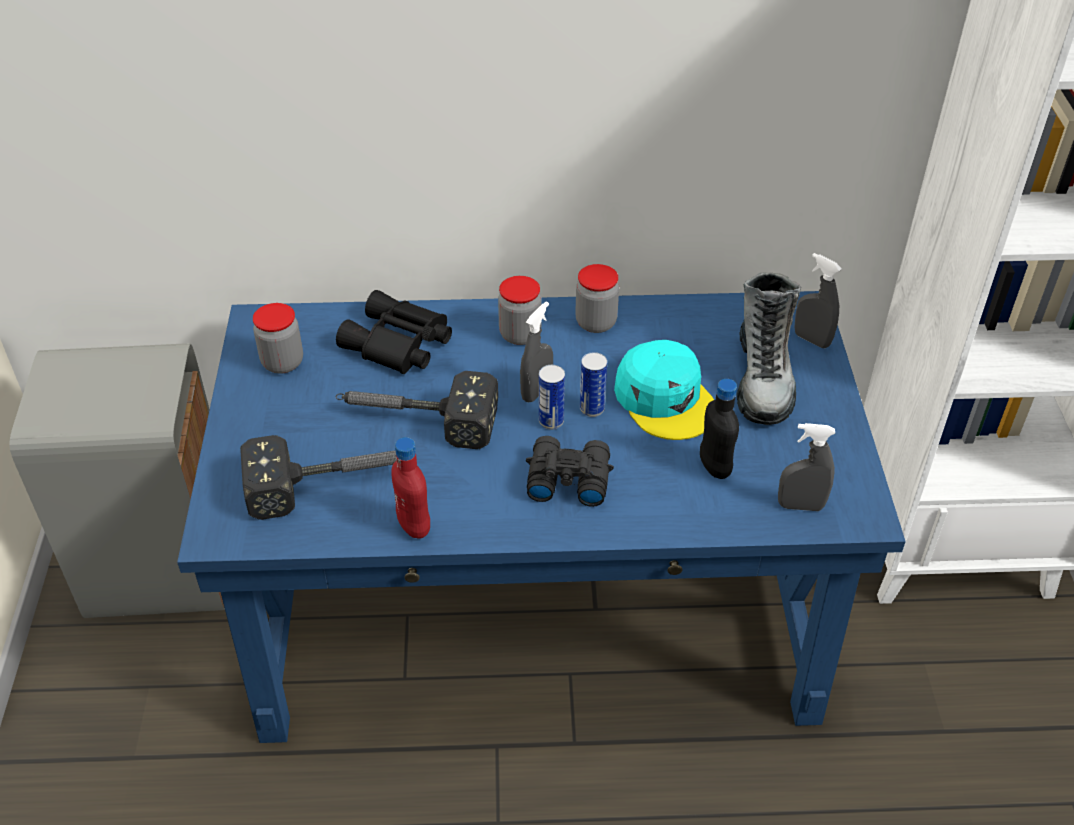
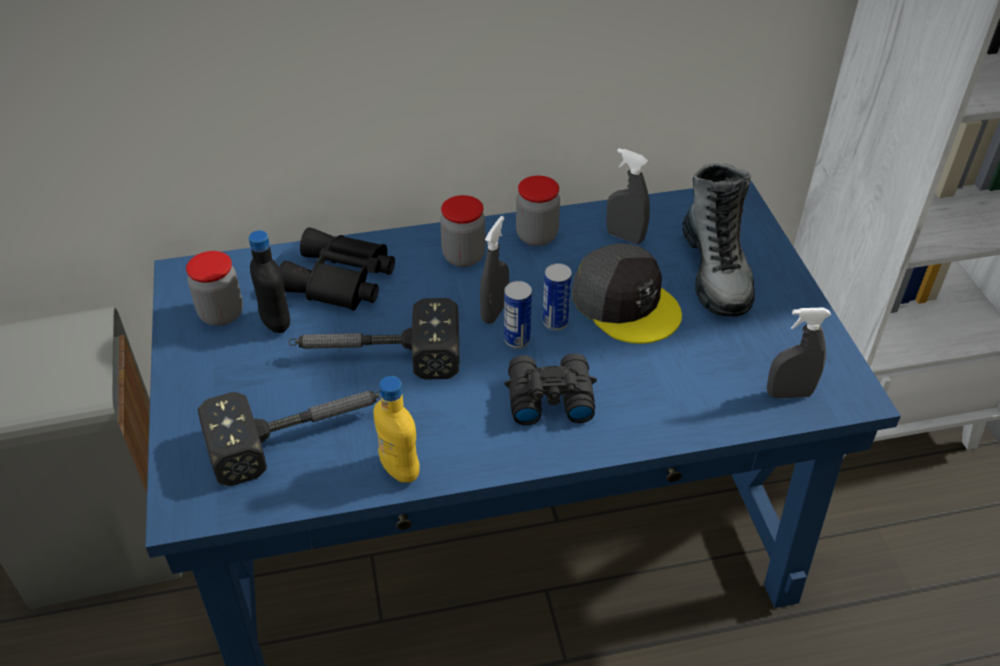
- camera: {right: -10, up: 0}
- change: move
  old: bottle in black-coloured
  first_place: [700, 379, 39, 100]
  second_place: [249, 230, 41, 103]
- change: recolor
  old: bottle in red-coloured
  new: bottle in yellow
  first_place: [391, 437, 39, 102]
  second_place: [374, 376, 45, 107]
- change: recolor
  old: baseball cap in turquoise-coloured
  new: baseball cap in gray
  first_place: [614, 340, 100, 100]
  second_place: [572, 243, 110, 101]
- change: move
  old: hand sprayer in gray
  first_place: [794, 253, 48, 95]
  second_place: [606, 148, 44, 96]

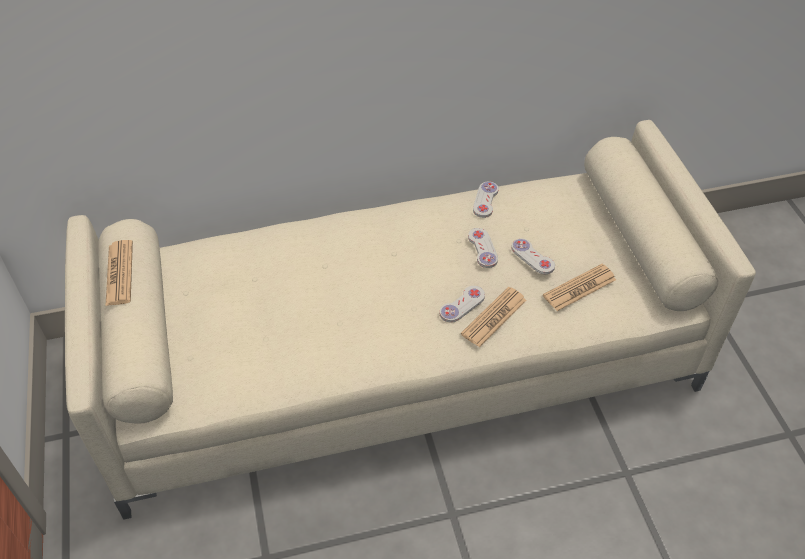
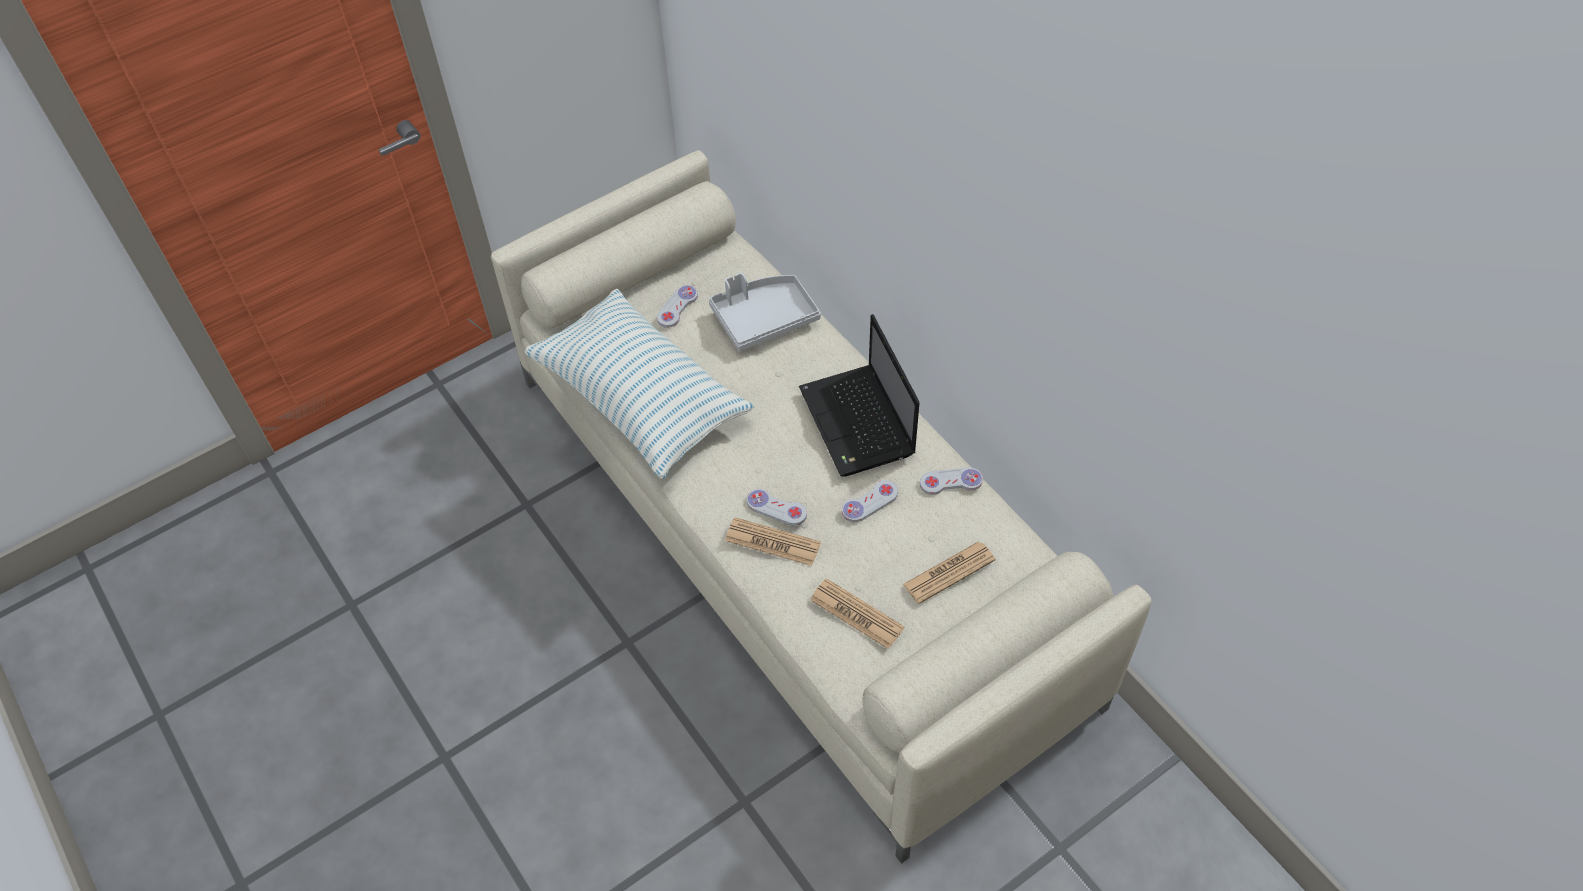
- camera: {right: 70, up: 5}
- change: insert
  new: throw pillow
  second_place: [524, 289, 230, 190]
- change: move
  old: joypad in white
  first_place: [511, 238, 44, 36]
  second_place: [657, 285, 41, 43]
- change: insert
  new: carrying tray in gray
  second_place: [709, 273, 112, 78]
- change: insert
  new: laptop
  second_place: [799, 314, 120, 163]
- change: move
  old: printed paper
  first_place: [105, 240, 28, 66]
  second_place: [903, 541, 92, 63]

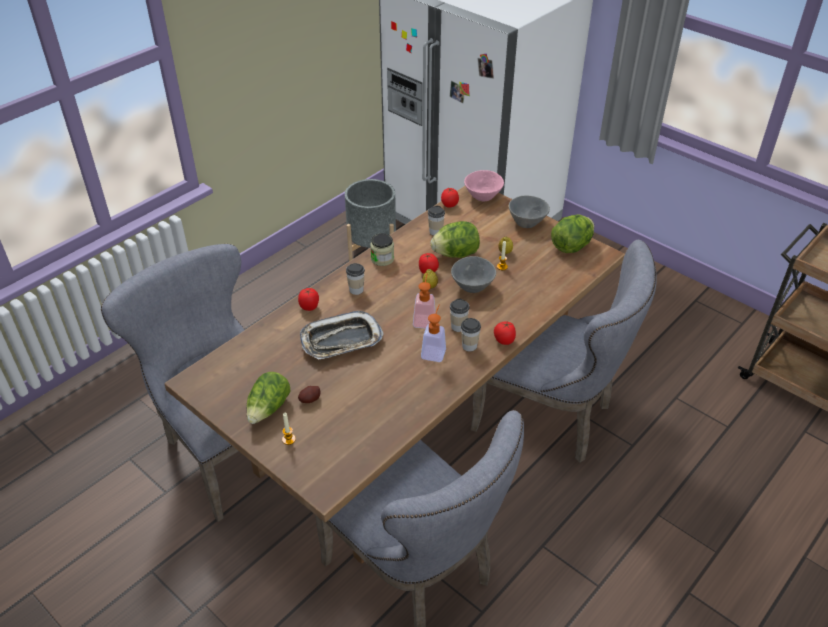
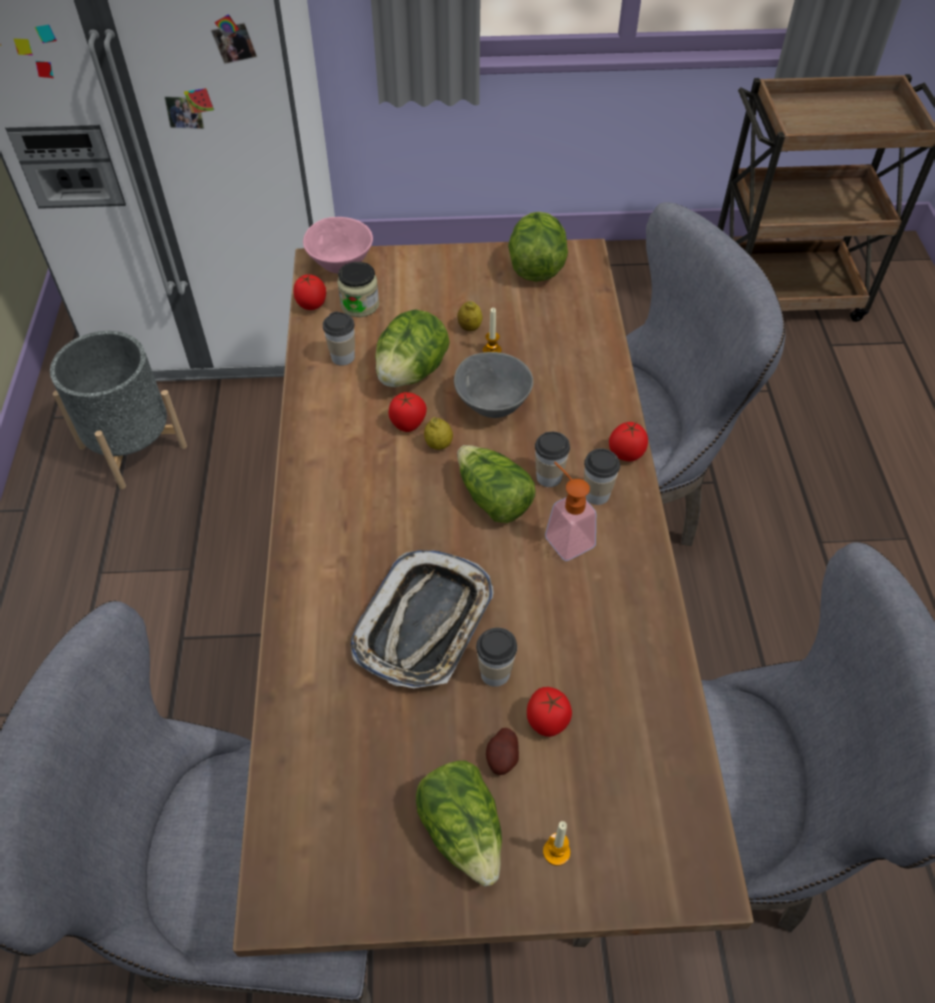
- camera: {right: -45, up: 10}
- change: move
  old: jar
  first_place: [370, 233, 24, 33]
  second_place: [337, 262, 42, 55]
- change: replace
  old: liquid soap bottle
  new: lettuce head
  first_place: [413, 274, 22, 54]
  second_place: [457, 445, 78, 78]
- change: move
  old: cup
  first_place: [346, 263, 19, 32]
  second_place: [476, 628, 41, 59]
- change: move
  old: whole tomato
  first_place: [298, 288, 21, 23]
  second_place: [527, 687, 45, 50]
- change: delete
  old: serving bowl in gray
  first_place: [509, 196, 41, 32]

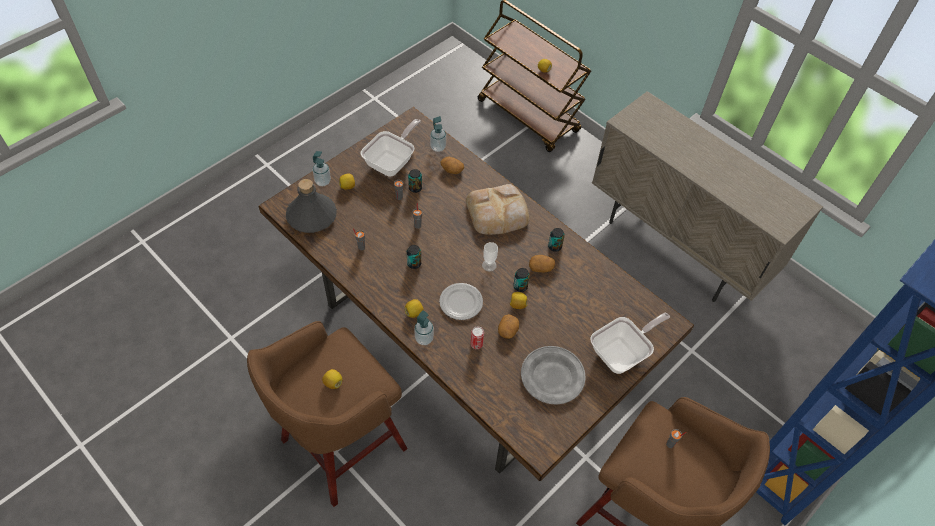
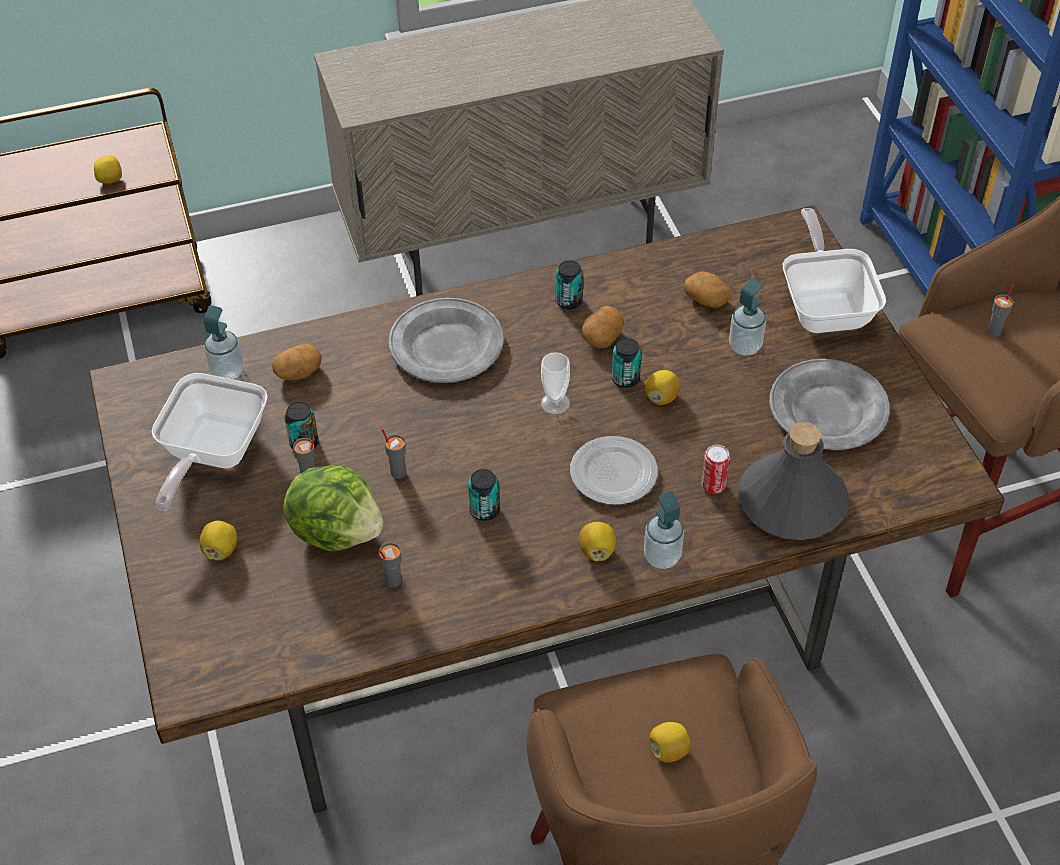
- camera: {right: -60, up: -5}
- change: rotate
  old: frying pan
  first_place: [361, 119, 60, 58]
  second_place: [152, 373, 116, 138]
  degrees: -135
- change: insert
  new: lettuce head
  second_place: [283, 465, 100, 86]
- change: replace
  old: baked bread
  new: dinner plate in gray
  first_place: [466, 184, 63, 51]
  second_place: [389, 298, 115, 85]
- change: move
  old: spud
  first_place: [498, 314, 21, 25]
  second_place: [684, 272, 48, 36]
- change: move
  old: liquid soap bottle
  first_place: [313, 151, 18, 35]
  second_place: [729, 279, 37, 76]
- change: move
  old: bottle in gray
  first_place: [286, 179, 51, 54]
  second_place: [738, 422, 111, 118]

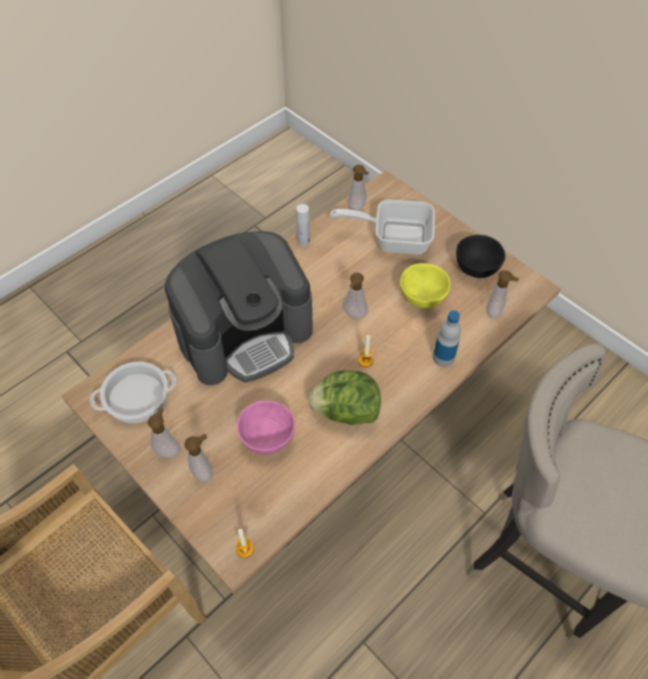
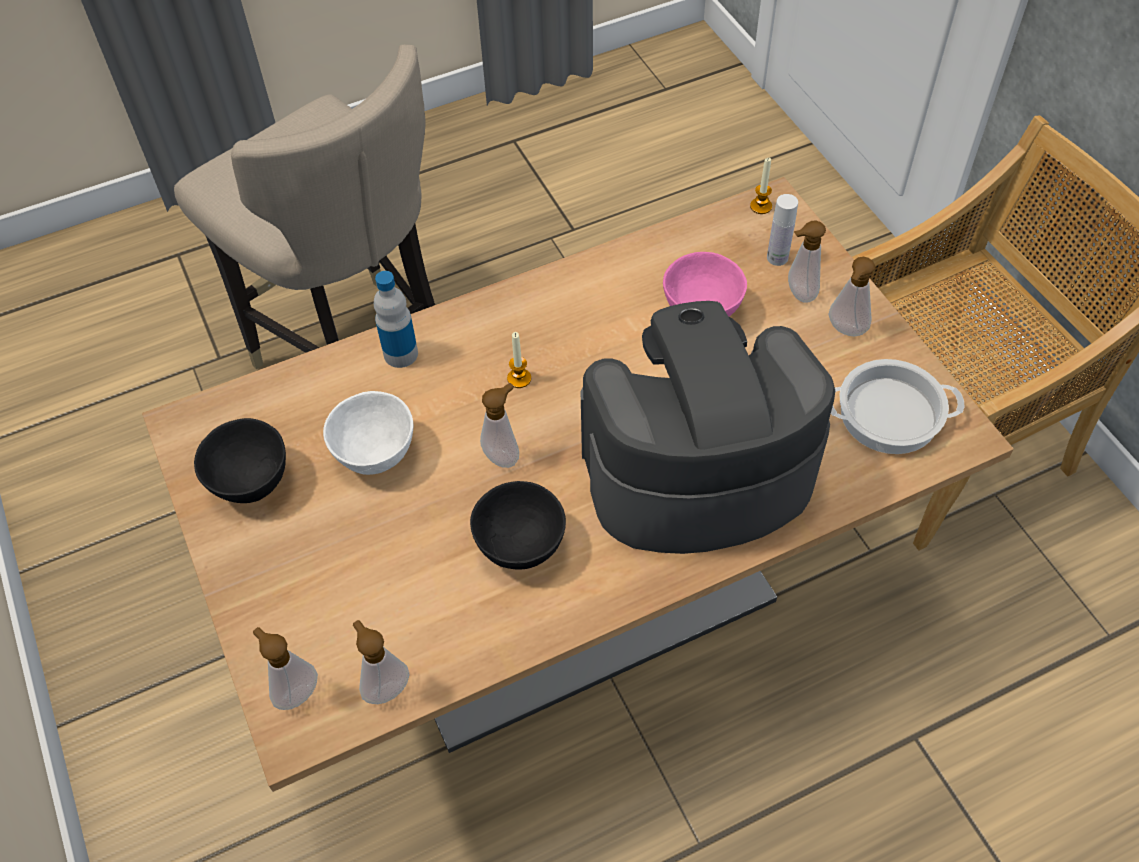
- camera: {right: -160, up: 0}
- change: move
  old: liquid soap bottle
  first_place: [486, 270, 33, 48]
  second_place: [253, 627, 65, 83]
- change: recolor
  old: serving bowl in yellow
  new: serving bowl in white
  first_place: [400, 263, 51, 46]
  second_place: [323, 391, 90, 84]
- change: insert
  new: serving bowl in black-coloured
  second_place: [470, 481, 96, 89]
- change: move
  old: bottle in white
  first_place: [296, 204, 14, 42]
  second_place: [767, 194, 31, 72]
- change: delete
  old: lettuce head
  first_place: [309, 370, 72, 55]
- change: delete
  old: frying pan
  first_place: [330, 200, 105, 54]

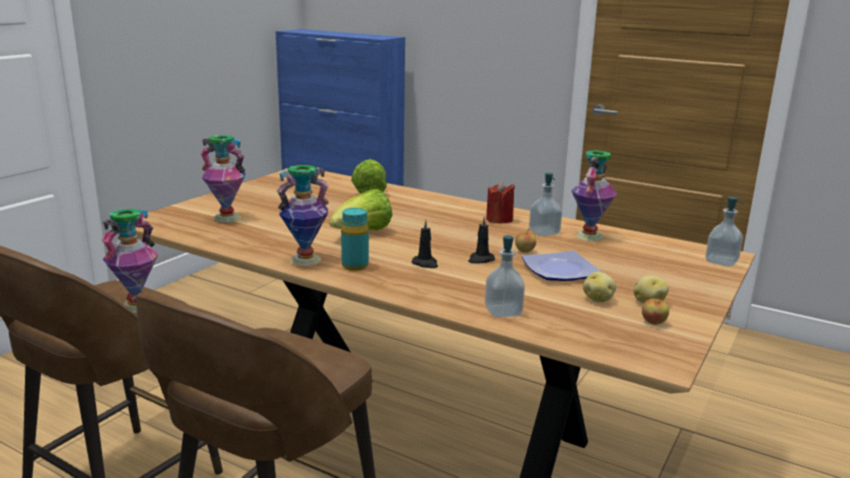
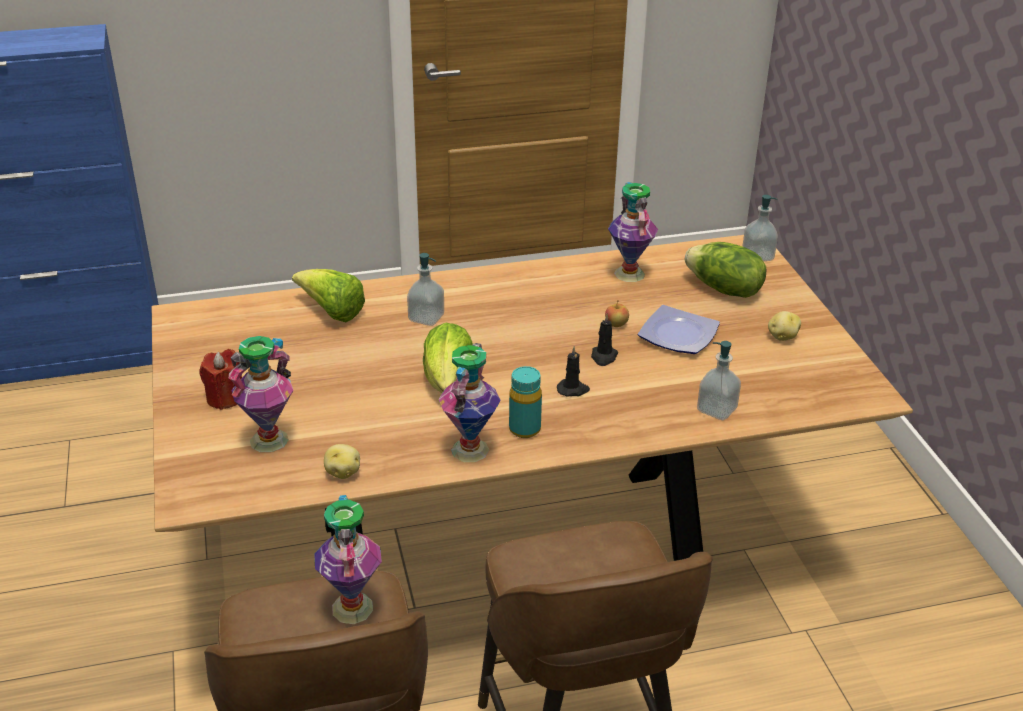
- camera: {right: -45, up: 15}
- change: move
  old: wax light in red-coloured
  first_place: [486, 181, 29, 43]
  second_place: [200, 349, 42, 61]
- change: move
  old: spud
  first_place: [583, 272, 33, 30]
  second_place: [324, 444, 36, 35]
- change: move
  old: liquid soap bottle
  first_place: [529, 173, 33, 63]
  second_place: [407, 253, 37, 73]
- change: insert
  new: lettuce head
  second_place: [685, 242, 81, 56]
- change: delete
  old: whole apple
  first_place: [642, 297, 27, 28]

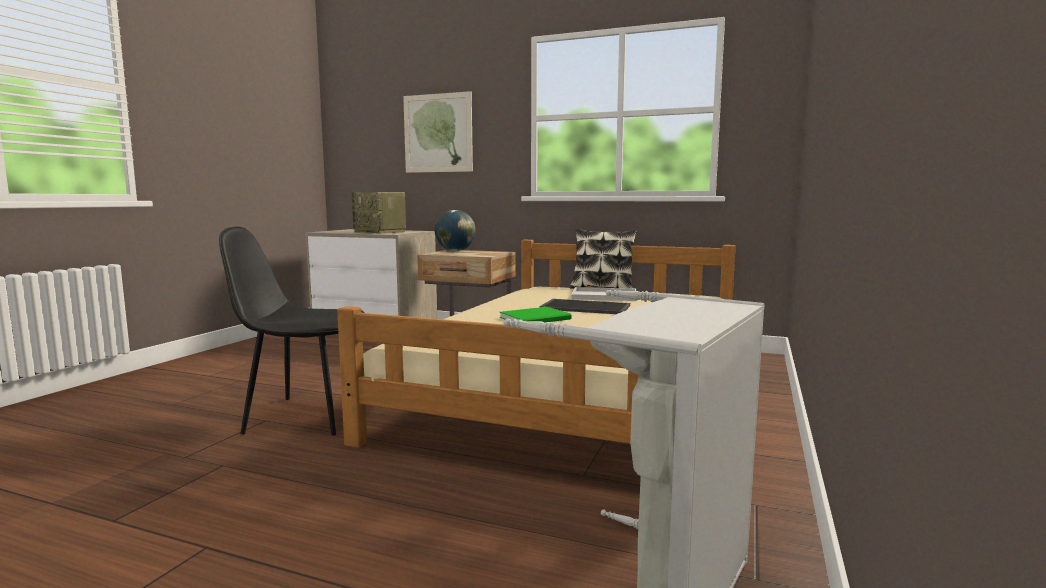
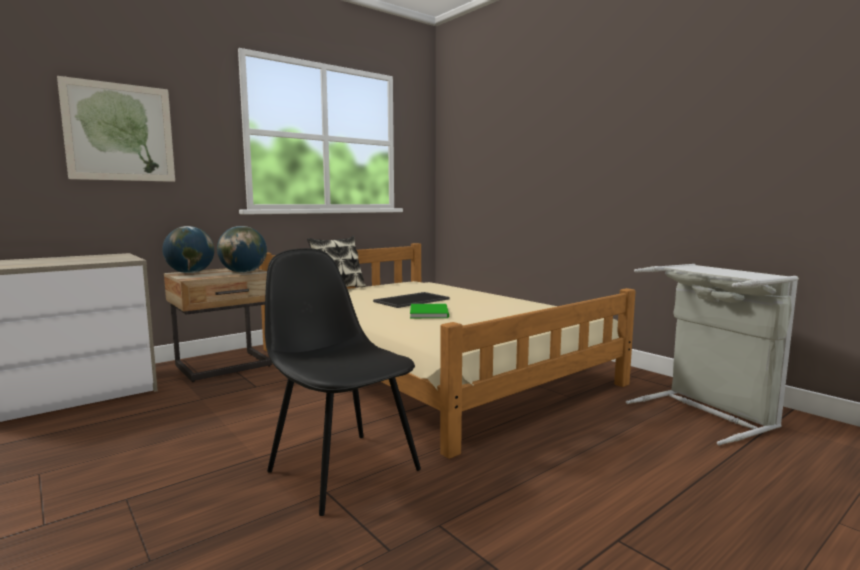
- camera: {right: -60, up: 0}
- change: insert
  new: world globe
  second_place: [217, 226, 50, 47]
- change: rotate
  old: plain chair in black-coloured
  first_place: [219, 227, 146, 209]
  second_place: [265, 248, 156, 268]
  degrees: 105
- change: delete
  old: radio
  first_place: [352, 192, 54, 42]
- change: delete
  old: carrying tray in white
  first_place: [572, 287, 65, 14]

